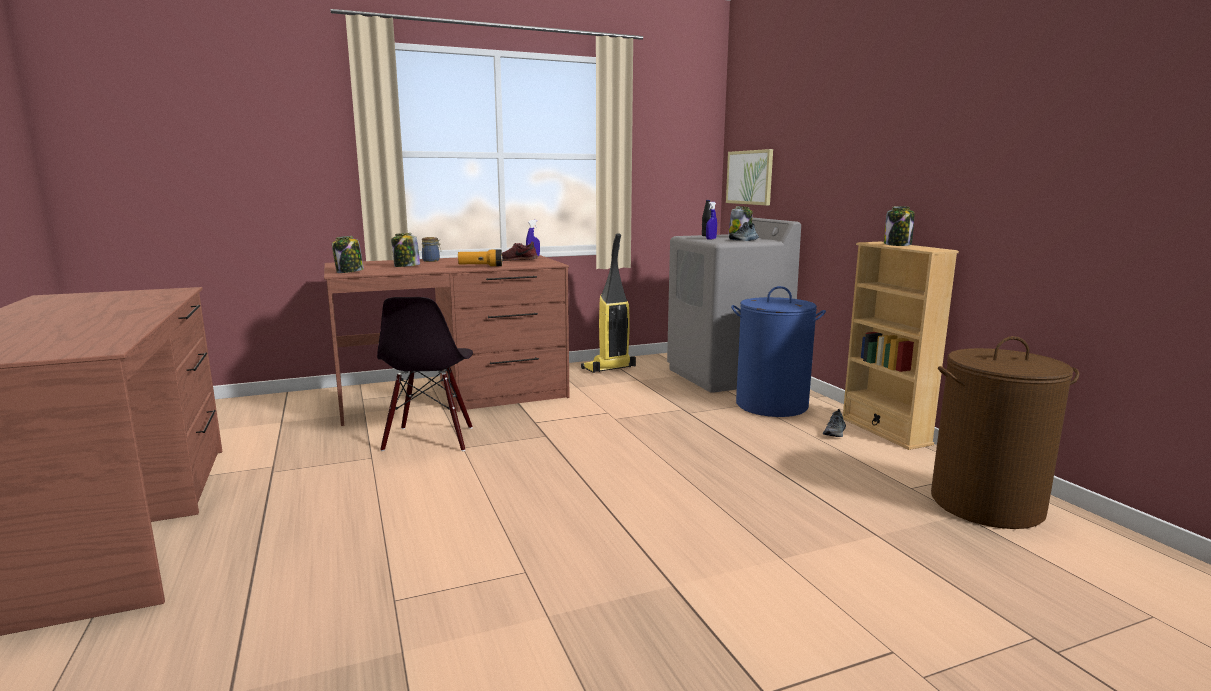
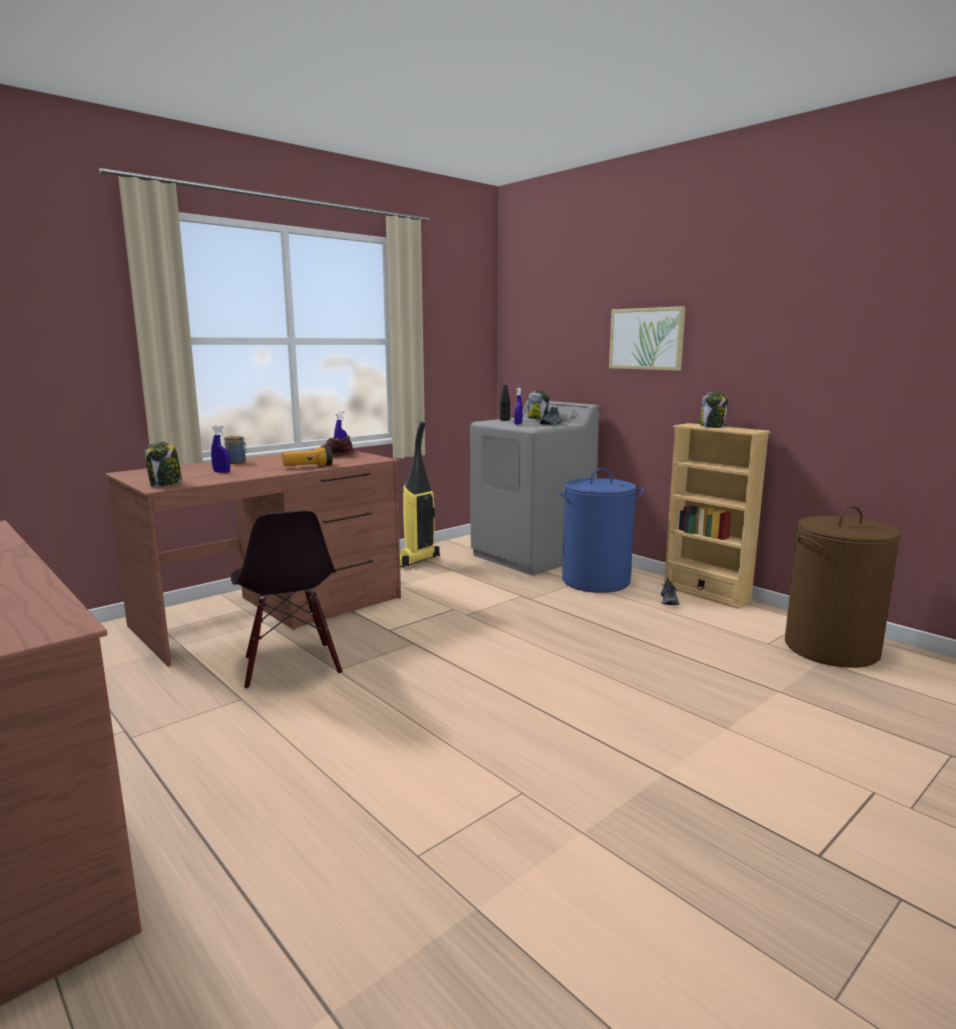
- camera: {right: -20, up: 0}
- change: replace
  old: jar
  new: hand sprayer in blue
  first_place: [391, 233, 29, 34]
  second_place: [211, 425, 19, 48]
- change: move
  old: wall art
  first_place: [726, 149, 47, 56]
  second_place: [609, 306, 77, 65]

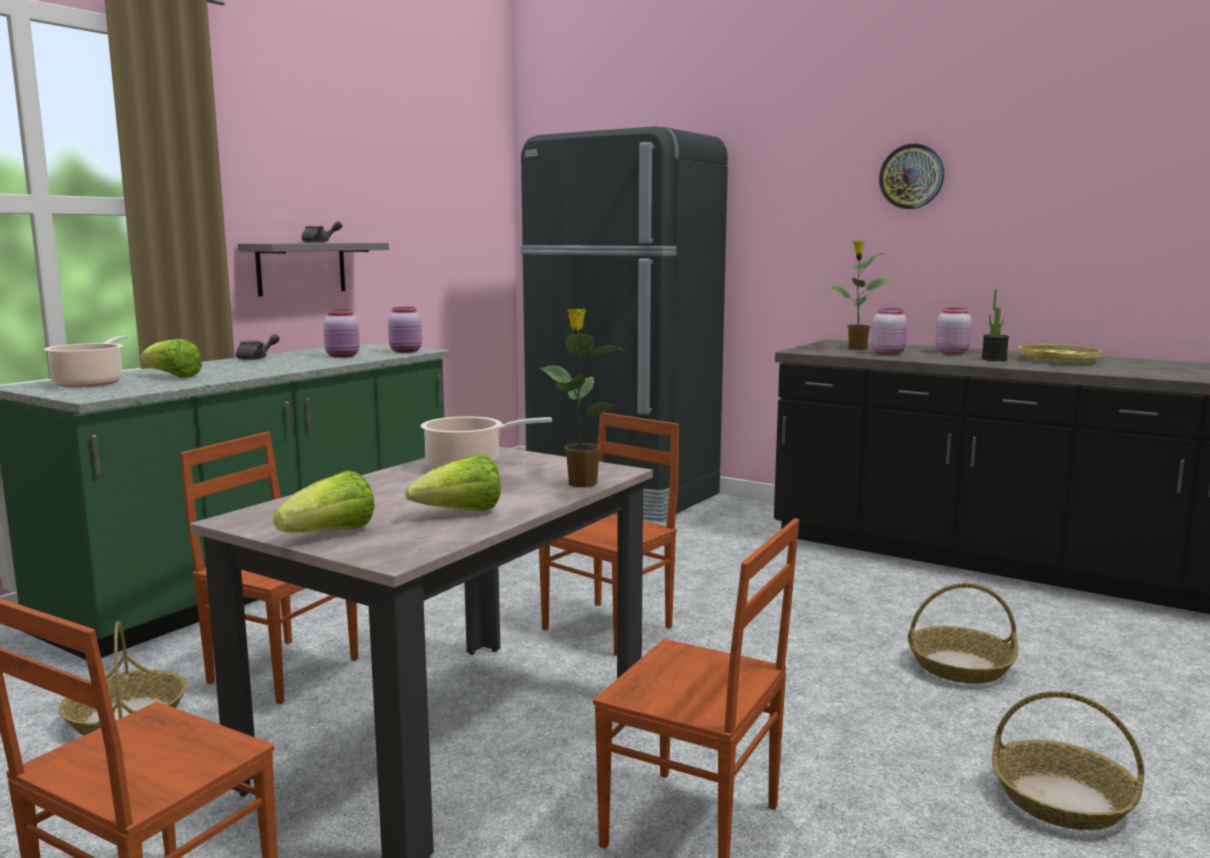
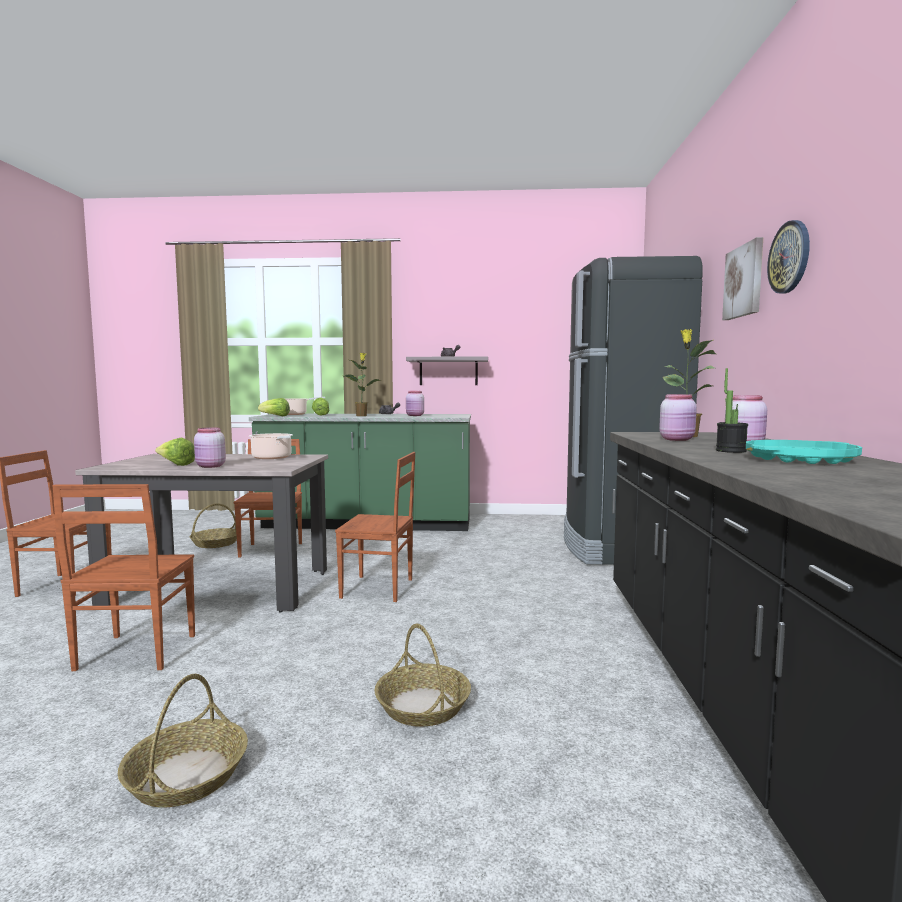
- camera: {right: 60, up: -5}
- change: move
  old: jar in pinkish
  first_place: [388, 307, 34, 46]
  second_place: [194, 428, 32, 40]
- change: move
  old: lettuce head
  first_place: [273, 471, 102, 62]
  second_place: [258, 398, 32, 18]
- change: move
  old: houseplant
  first_place: [539, 308, 87, 179]
  second_place: [344, 353, 38, 63]
- change: insert
  new: wall art
  second_place: [722, 237, 41, 83]
- change: recolor
  old: carrying tray in yellow
  new: carrying tray in turquoise-coloured
  first_place: [1018, 344, 83, 20]
  second_place: [746, 440, 116, 24]

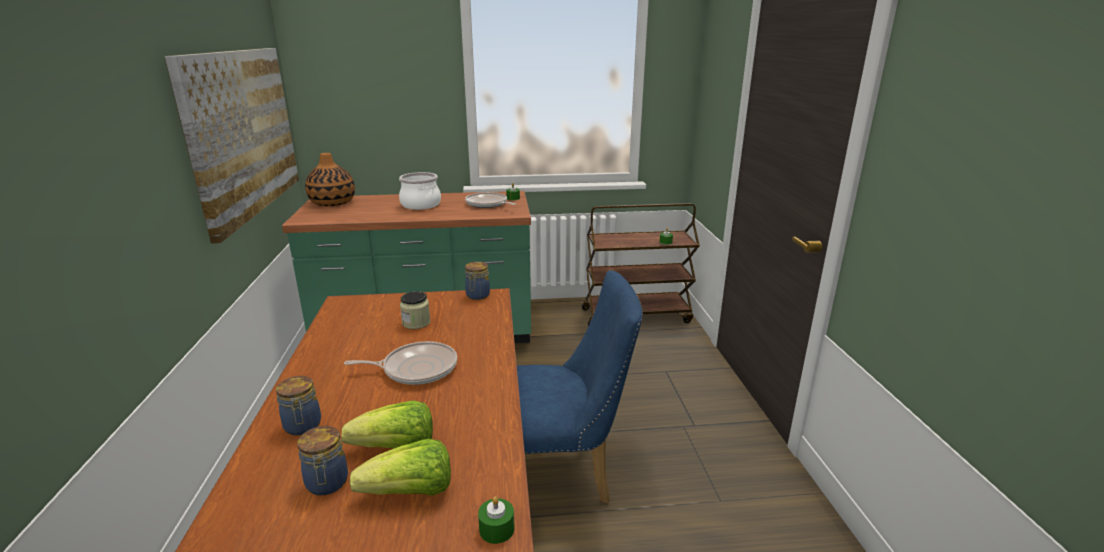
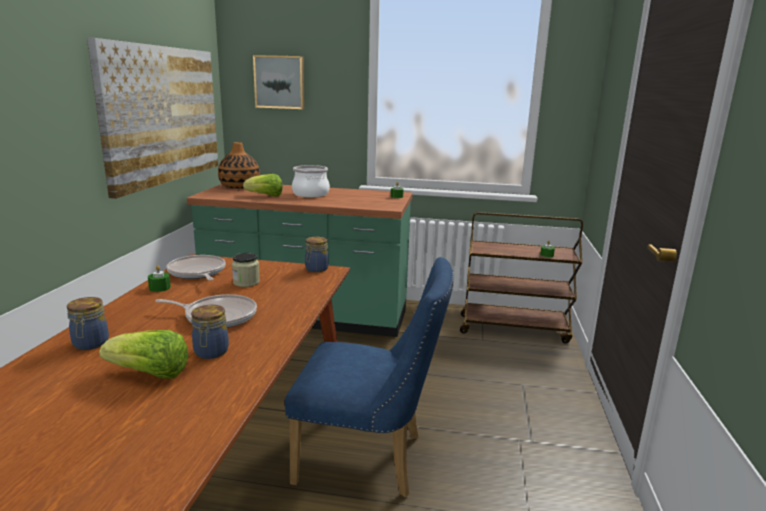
- camera: {right: 15, up: -5}
- change: move
  old: wax light in green-coloured
  first_place: [478, 496, 37, 48]
  second_place: [148, 265, 23, 27]
- change: move
  old: frying pan
  first_place: [465, 192, 51, 16]
  second_place: [166, 255, 60, 26]
- change: move
  old: jar
  first_place: [297, 426, 51, 70]
  second_place: [191, 305, 38, 54]
- change: move
  old: lettuce head
  first_place: [350, 439, 101, 56]
  second_place: [243, 174, 40, 23]
- change: insert
  new: wall art
  second_place: [253, 55, 52, 54]

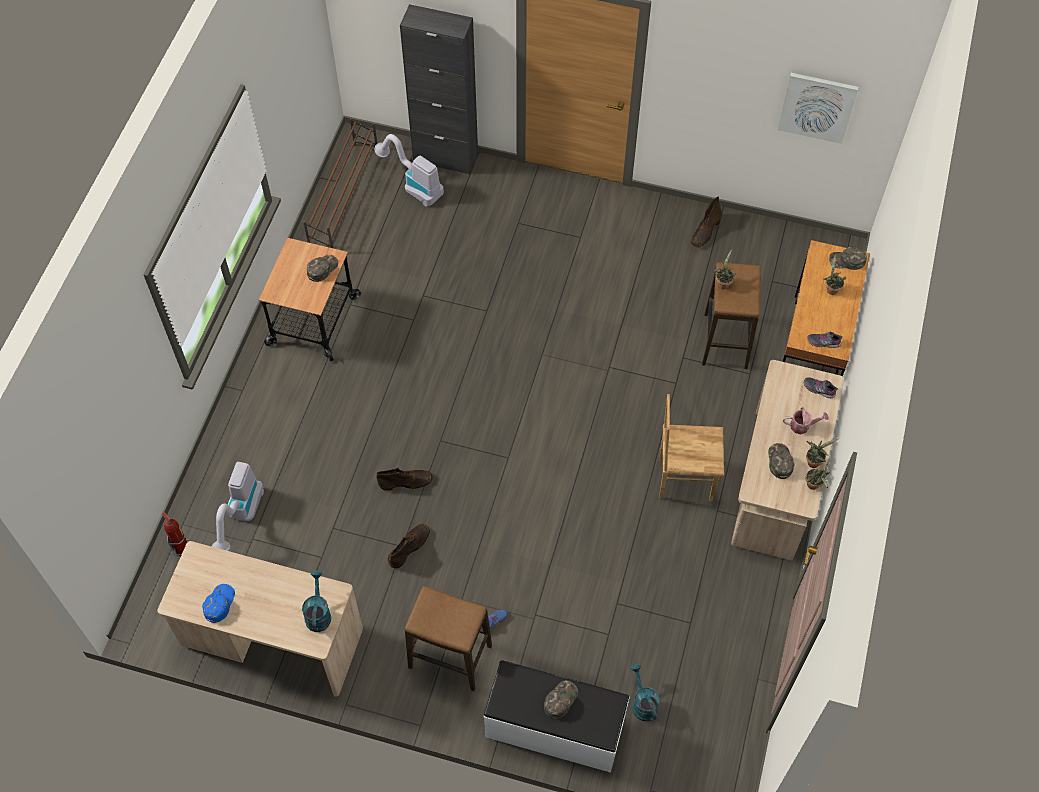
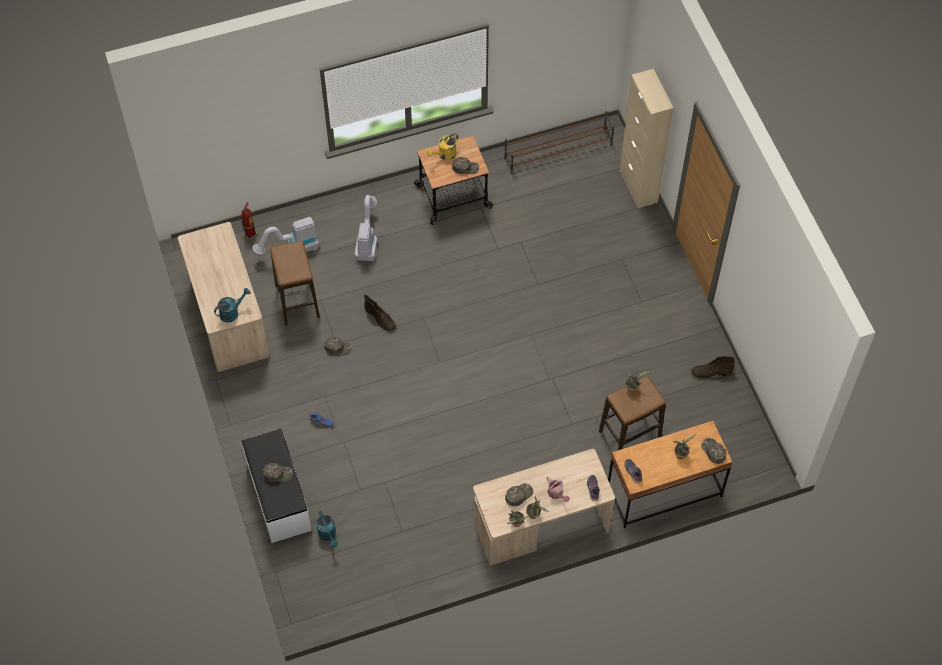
- camera: {right: 55, up: 0}
- change: move
  old: stool seat
  first_place: [405, 586, 87, 105]
  second_place: [270, 240, 50, 86]
- change: rotate
  old: watering pot in turquoise-coloured
  first_place: [630, 664, 30, 57]
  second_place: [316, 511, 22, 37]
  degrees: 120
- change: replace
  old: tall boot in brown-coloured
  new: baseball cap in green-coloured
  first_place: [388, 524, 42, 44]
  second_place: [324, 336, 28, 19]
- change: move
  old: vacuum cleaner
  first_place: [375, 134, 69, 72]
  second_place: [355, 195, 22, 66]
- change: insert
  new: watering pot in yellow
  second_place: [426, 133, 32, 27]
- change: recolor
  old: cabinet in black-coloured
  new: cabinet in beige
  first_place: [400, 4, 78, 171]
  second_place: [620, 69, 53, 140]
- change: delete
  old: baseball cap in blue
  first_place: [202, 584, 33, 39]
- change: delete
  old: plain chair in brown-coloured
  first_place: [659, 394, 65, 107]
- change: delete
  old: wall art
  first_place: [778, 73, 80, 71]

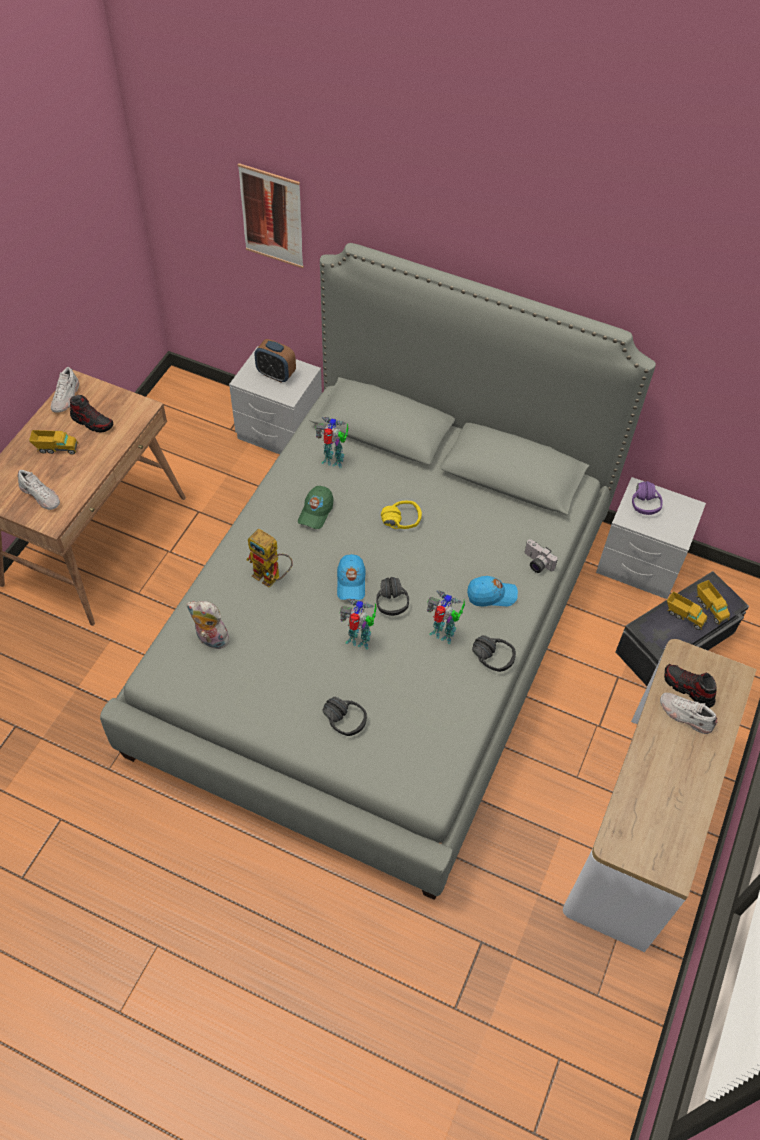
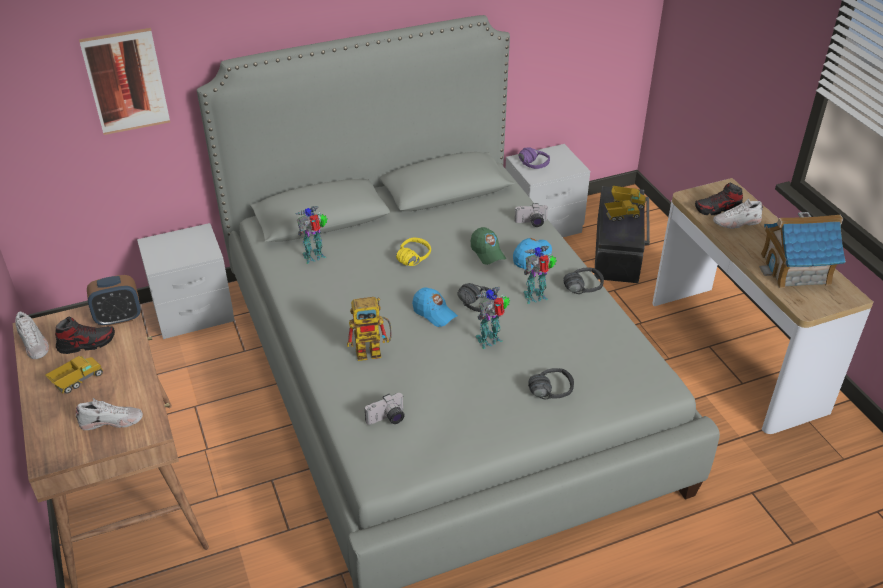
- camera: {right: -45, up: -15}
- change: move
  old: table clock
  first_place: [254, 339, 42, 44]
  second_place: [87, 275, 54, 51]
- change: replace
  old: cuddly toy
  new: photo camera
  first_place: [186, 601, 44, 48]
  second_place: [365, 393, 40, 32]
- change: move
  old: baseball cap in green-coloured
  first_place: [298, 486, 36, 43]
  second_place: [471, 227, 35, 38]
- change: insert
  new: toy house
  second_place: [760, 212, 86, 76]

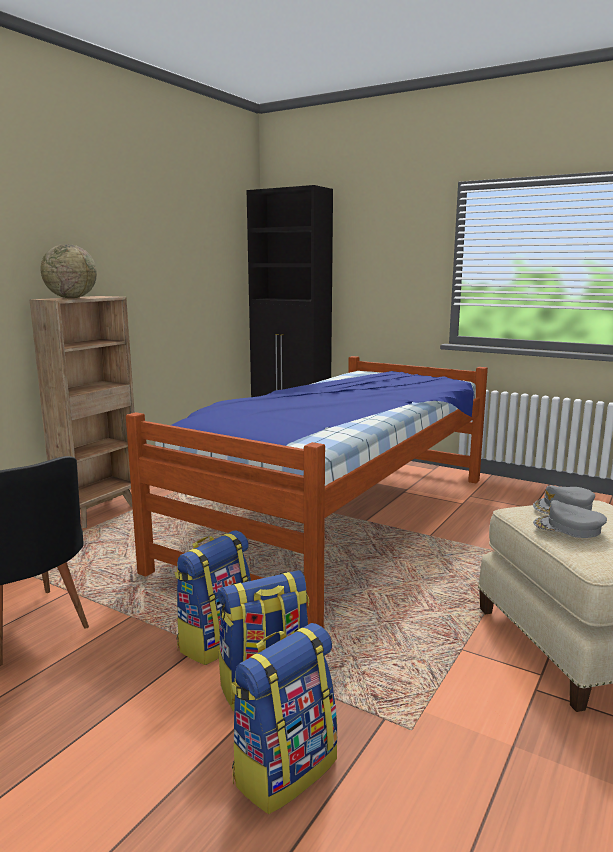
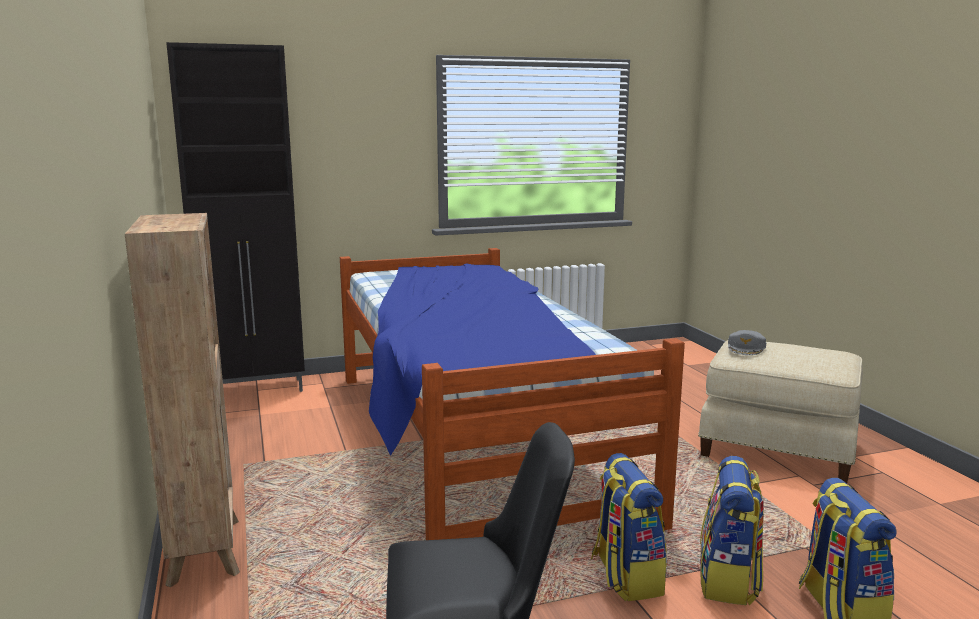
- camera: {right: -50, up: 0}
- change: delete
  old: world globe
  first_place: [41, 244, 56, 54]
- change: delete
  old: baseball cap in gray
  first_place: [533, 500, 74, 38]

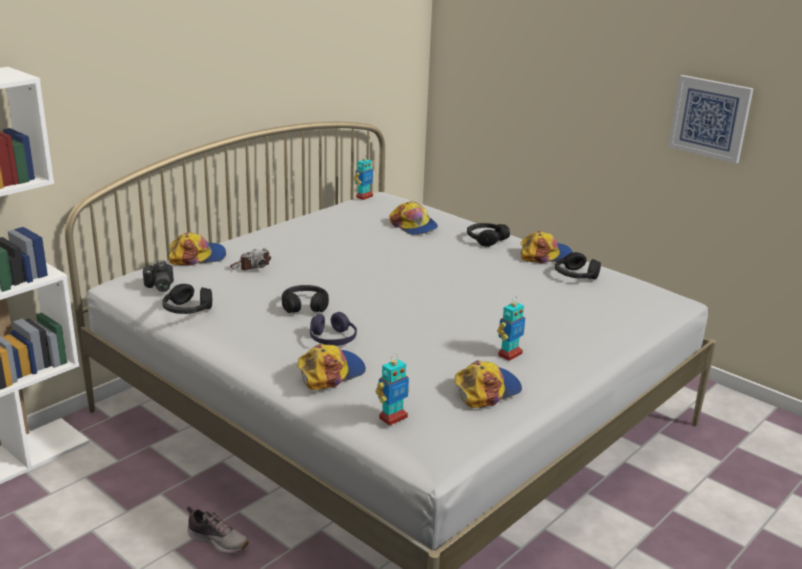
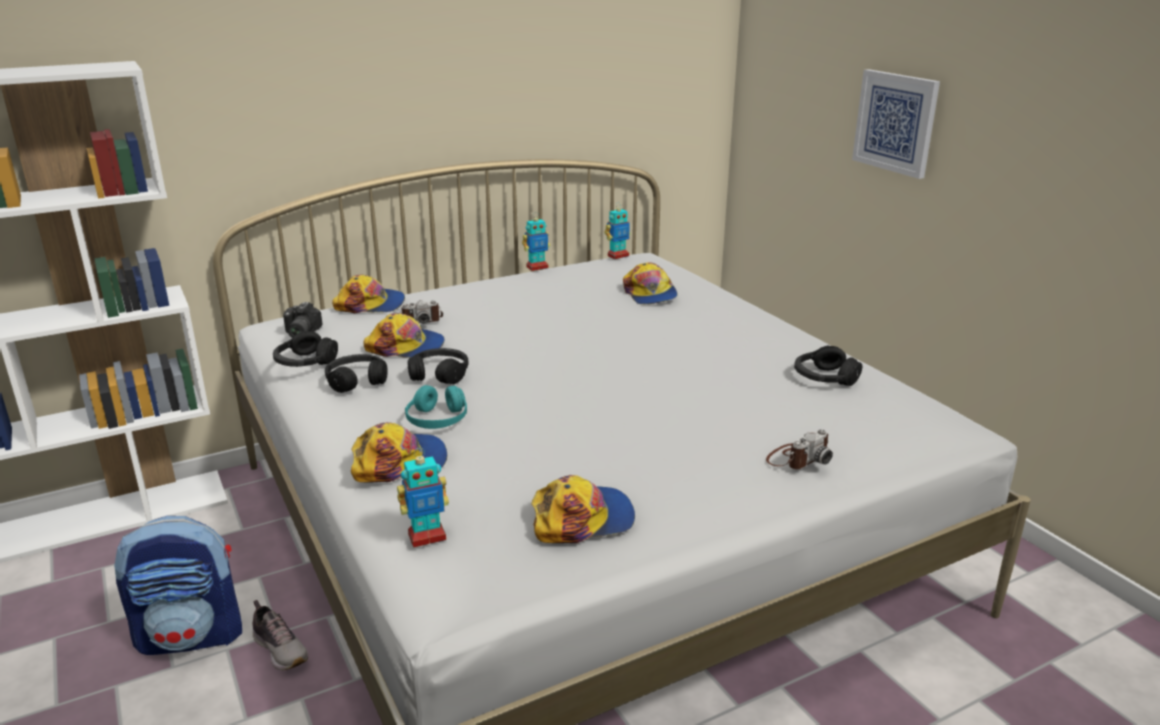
- camera: {right: 20, up: 0}
- change: insert
  new: knapsack
  second_place: [114, 516, 128, 139]
- change: move
  old: pair of headphones in black-coloured
  first_place: [467, 223, 43, 24]
  second_place: [325, 354, 63, 39]
- change: move
  old: baseball cap
  first_place: [520, 231, 53, 32]
  second_place: [363, 313, 82, 45]
- change: recolor
  old: pair of headphones in purple
  new: pair of headphones in turquoise-coloured
  first_place: [310, 312, 47, 34]
  second_place: [405, 385, 62, 44]
- change: move
  old: toy robot
  first_place: [497, 296, 28, 65]
  second_place: [522, 212, 28, 59]
- change: insert
  new: photo camera
  second_place: [766, 429, 67, 40]
- change: move
  old: wall art
  first_place: [668, 75, 86, 89]
  second_place: [852, 69, 88, 110]

